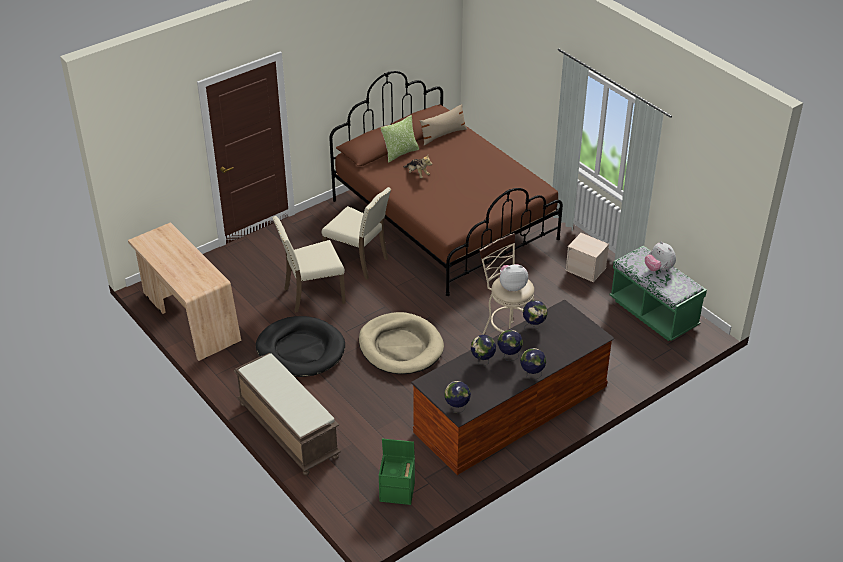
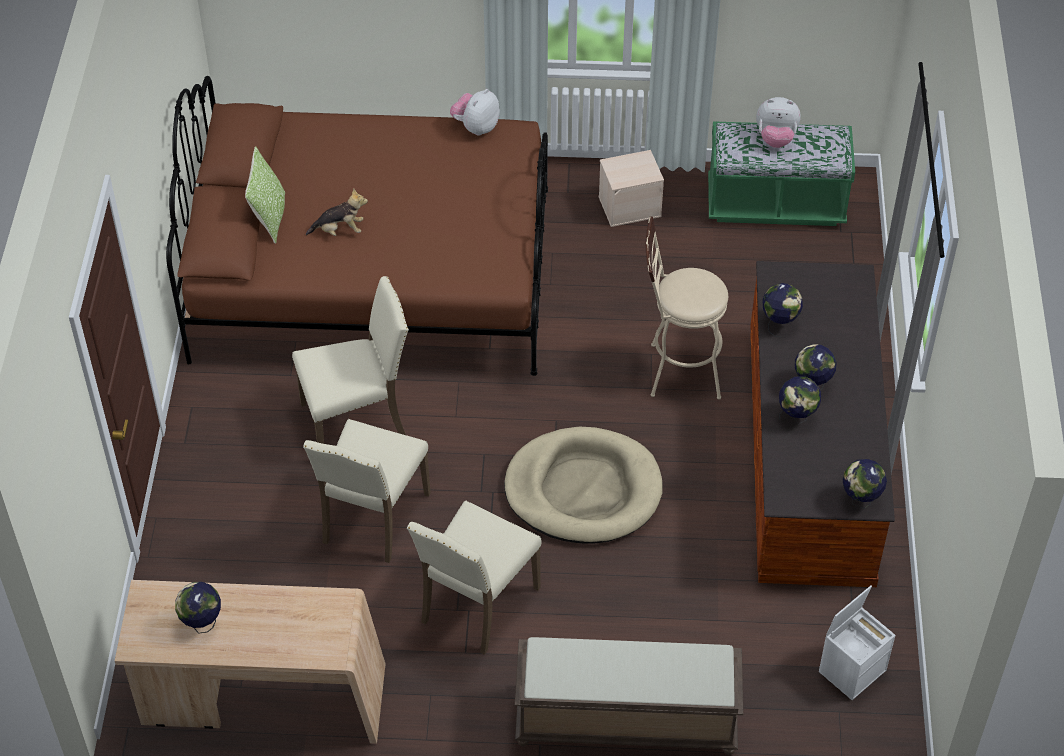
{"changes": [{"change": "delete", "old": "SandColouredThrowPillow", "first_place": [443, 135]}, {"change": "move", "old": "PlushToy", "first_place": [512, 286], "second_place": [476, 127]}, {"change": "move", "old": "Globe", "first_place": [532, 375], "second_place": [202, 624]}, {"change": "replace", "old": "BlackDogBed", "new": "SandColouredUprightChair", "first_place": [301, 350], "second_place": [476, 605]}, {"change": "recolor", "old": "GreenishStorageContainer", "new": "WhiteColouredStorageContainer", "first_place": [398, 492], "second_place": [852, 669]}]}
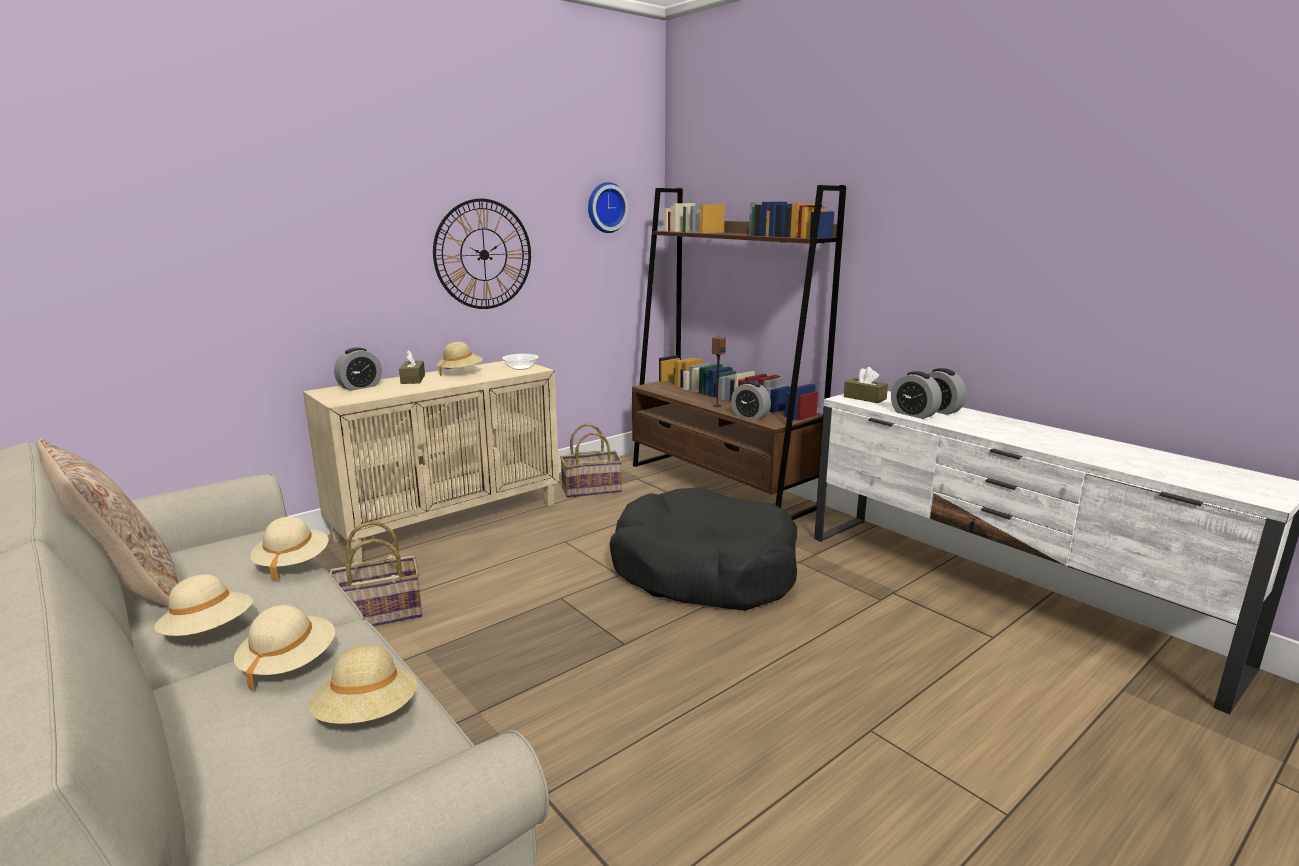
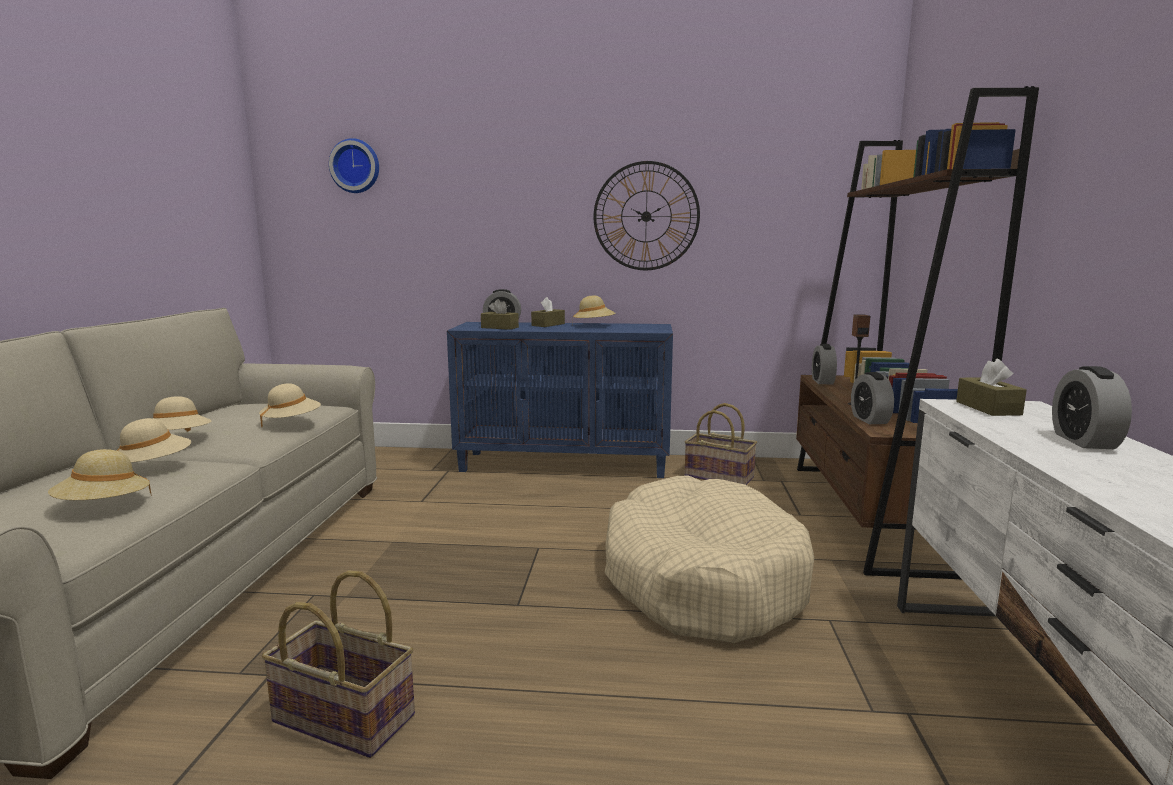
{"changes": [{"change": "delete", "old": "SandColouredThrowPillow", "first_place": [126, 593]}, {"change": "delete", "old": "Bowl", "first_place": [520, 368]}, {"change": "insert", "new": "BrownColouredBoxOfTissues", "second_place": [499, 327]}, {"change": "move", "old": "StorageBasket", "first_place": [378, 615], "second_place": [341, 719]}, {"change": "move", "old": "ClockOnTheWall", "first_place": [605, 207], "second_place": [356, 166]}, {"change": "move", "old": "AlarmClock", "first_place": [913, 414], "second_place": [822, 381]}, {"change": "recolor", "old": "SandColouredCabinet", "new": "BlueCabinet", "first_place": [449, 520], "second_place": [565, 464]}, {"change": "recolor", "old": "BlackDogBed", "new": "SandColouredDogBed", "first_place": [703, 570], "second_place": [701, 580]}]}
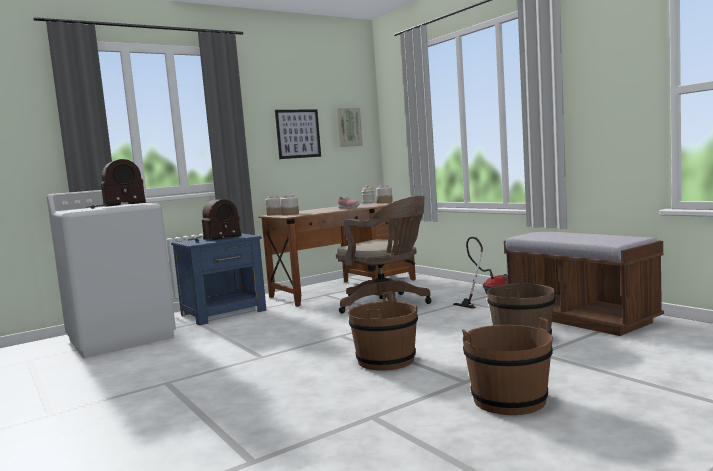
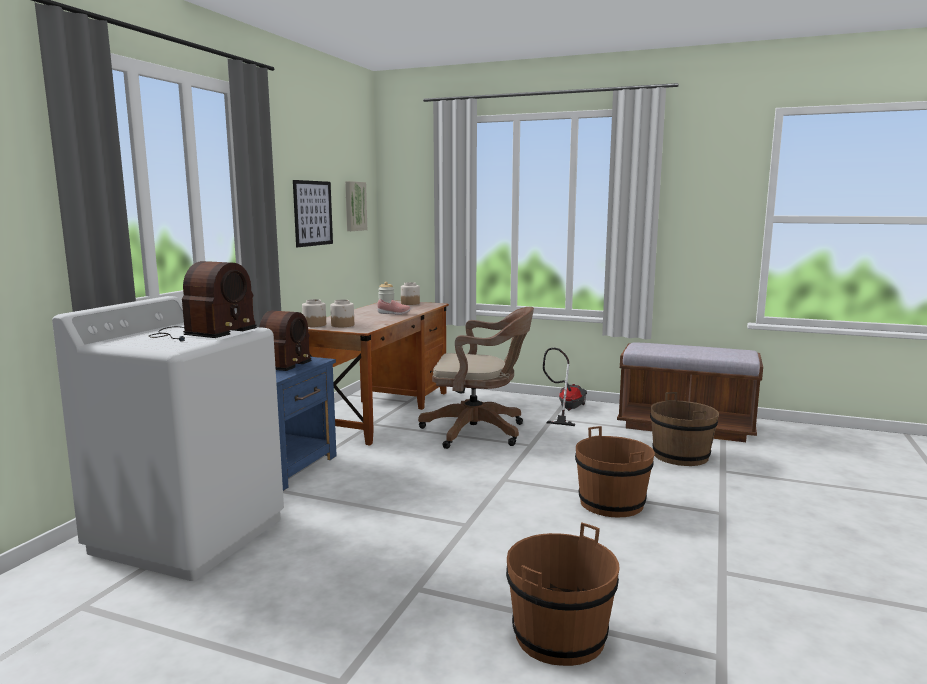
{"changes": [{"change": "move", "old": "BrownColouredWaterBucket", "first_place": [509, 400], "second_place": [559, 635]}]}
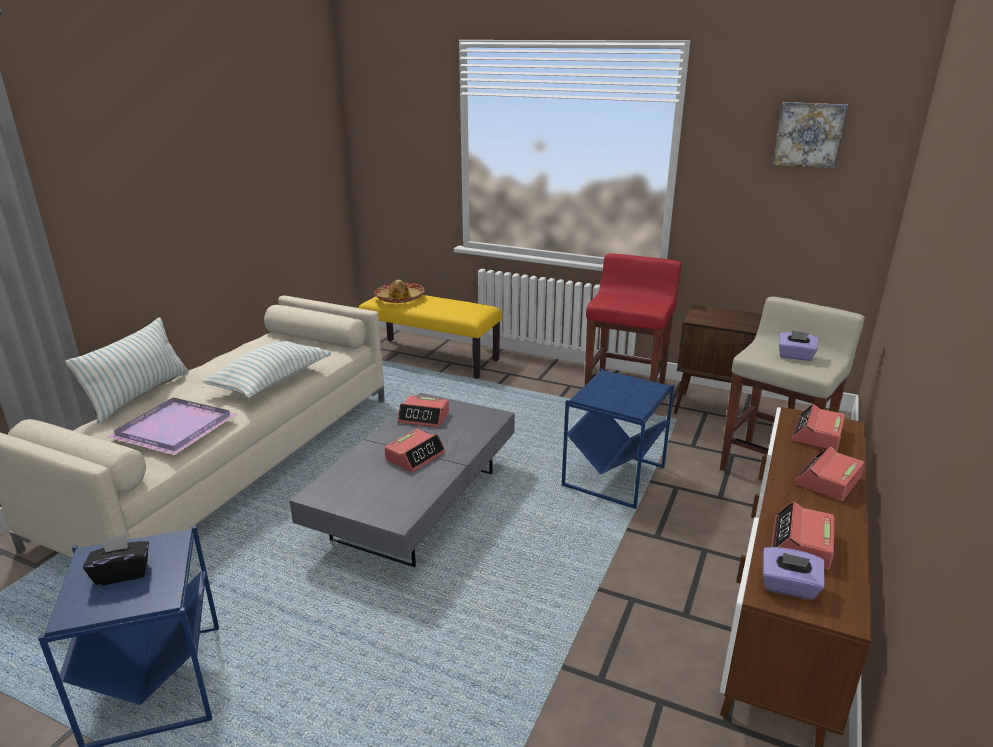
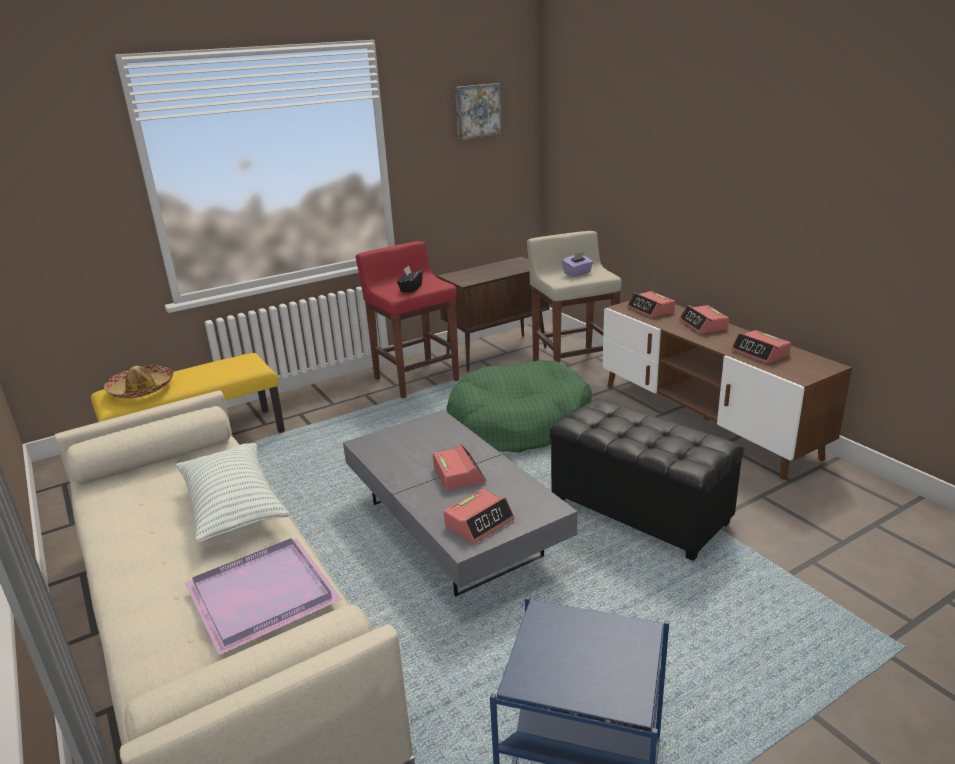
{"changes": [{"change": "delete", "old": "ThrowPillow", "first_place": [139, 395]}, {"change": "delete", "old": "PurpleColouredBoxOfTissues", "first_place": [788, 587]}, {"change": "insert", "new": "BlackOttoman", "second_place": [640, 511]}, {"change": "move", "old": "BlackBoxOfTissues", "first_place": [122, 573], "second_place": [410, 288]}, {"change": "move", "old": "AlarmClock", "first_place": [424, 417], "second_place": [479, 522]}, {"change": "replace", "old": "BlueEndTable", "new": "GreenishDogBed", "first_place": [615, 476], "second_place": [519, 424]}]}
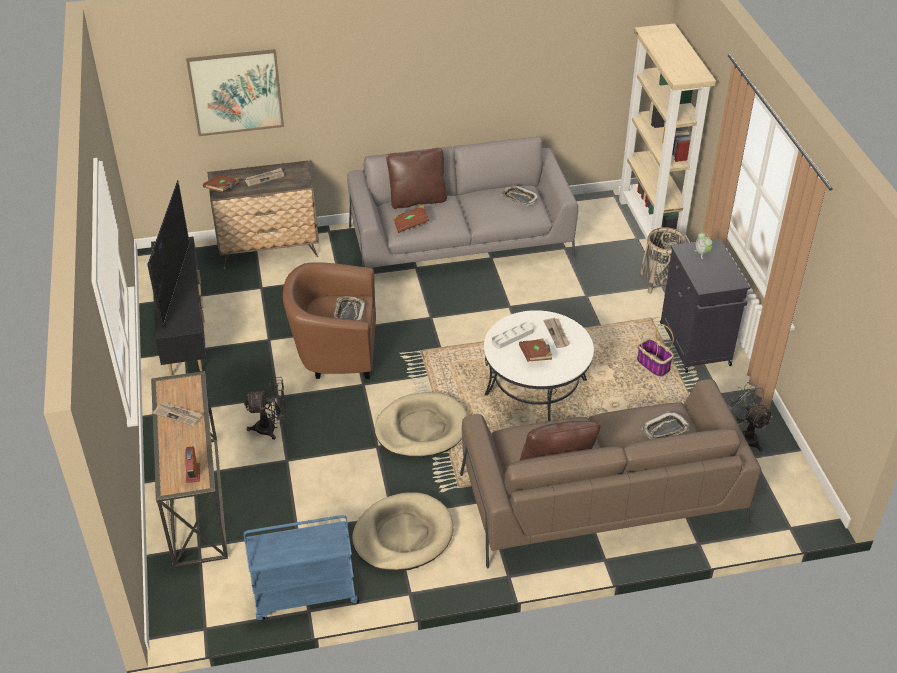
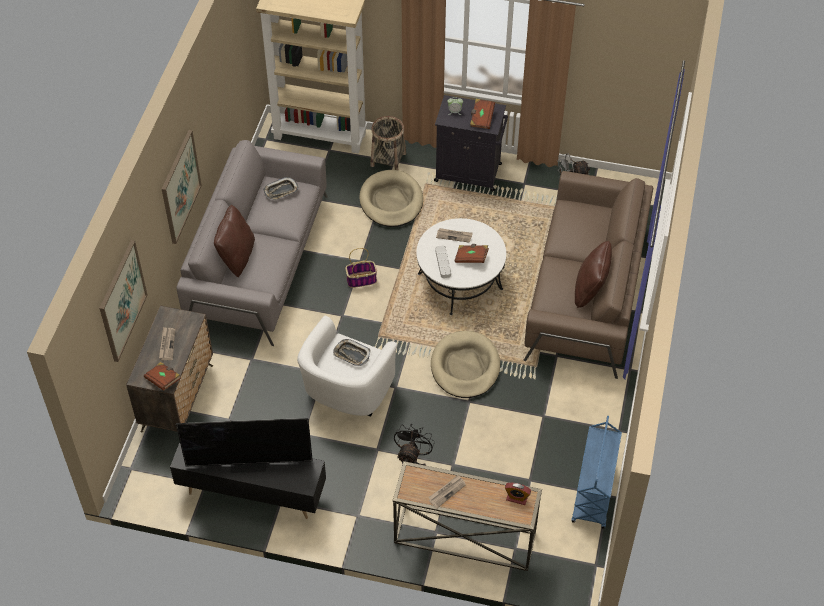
{"changes": [{"change": "delete", "old": "CarryingTray", "first_place": [665, 430]}, {"change": "insert", "new": "Picture", "second_place": [180, 186]}, {"change": "move", "old": "SandColouredDogBed", "first_place": [403, 535], "second_place": [391, 201]}, {"change": "move", "old": "BrownColouredVolume", "first_place": [410, 224], "second_place": [481, 118]}, {"change": "move", "old": "StorageBasket", "first_place": [654, 365], "second_place": [361, 279]}, {"change": "recolor", "old": "BrownColouredLoungeChair", "new": "WhiteColouredLoungeChair", "first_place": [335, 352], "second_place": [346, 393]}, {"change": "rotate", "old": "Tv", "first_place": [175, 286], "second_place": [249, 463], "degrees": 150}]}
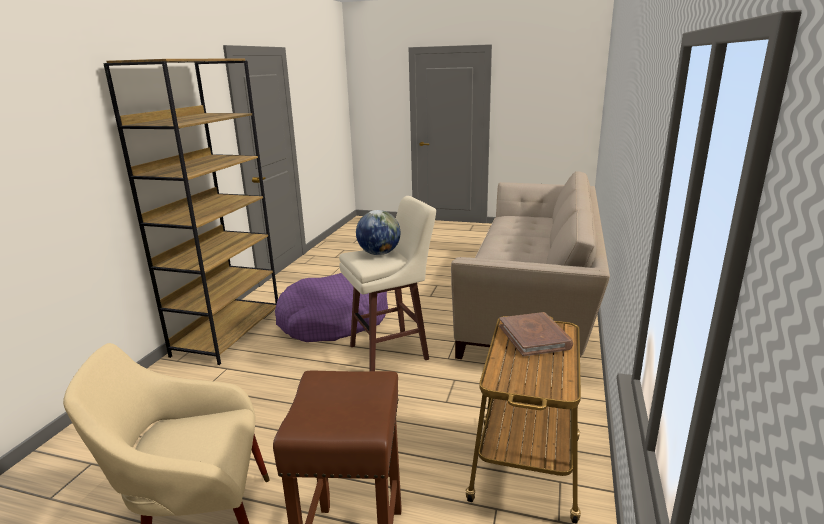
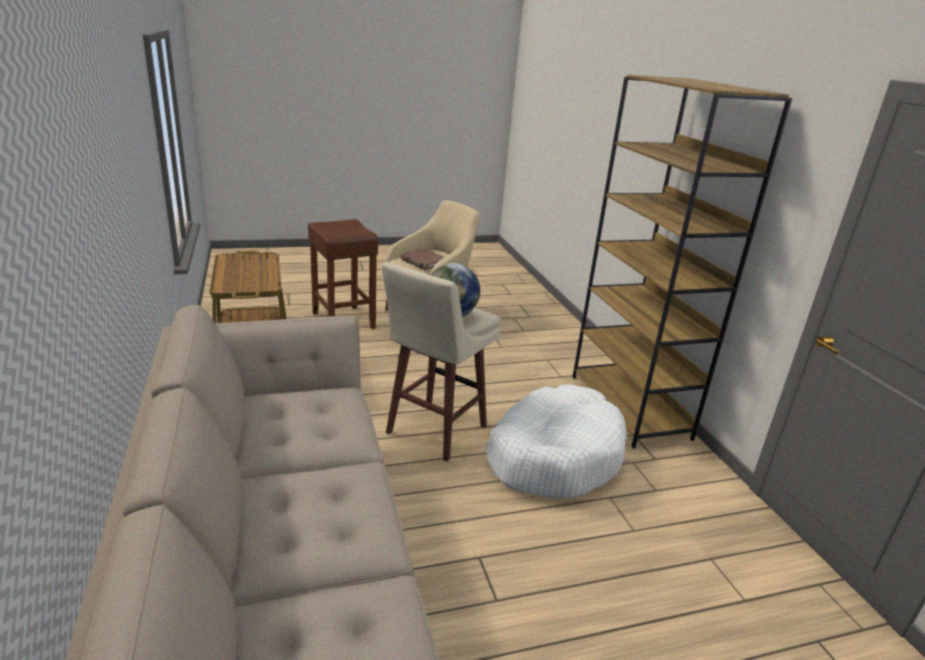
{"changes": [{"change": "move", "old": "BrownColouredVolume", "first_place": [534, 337], "second_place": [423, 261]}, {"change": "recolor", "old": "PurpleColouredDogBed", "new": "WhiteColouredDogBed", "first_place": [333, 320], "second_place": [554, 455]}]}
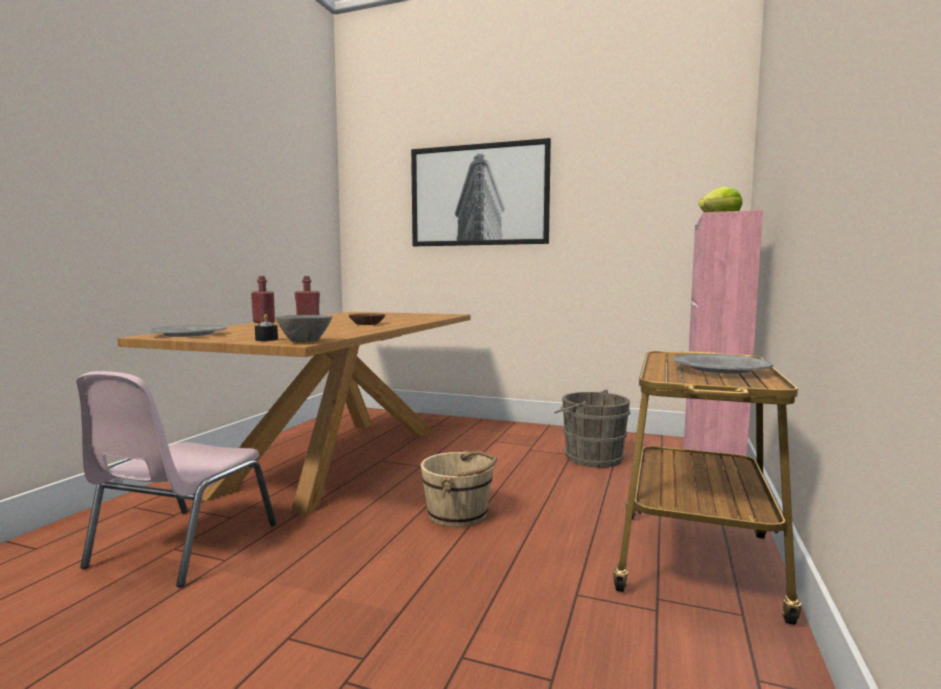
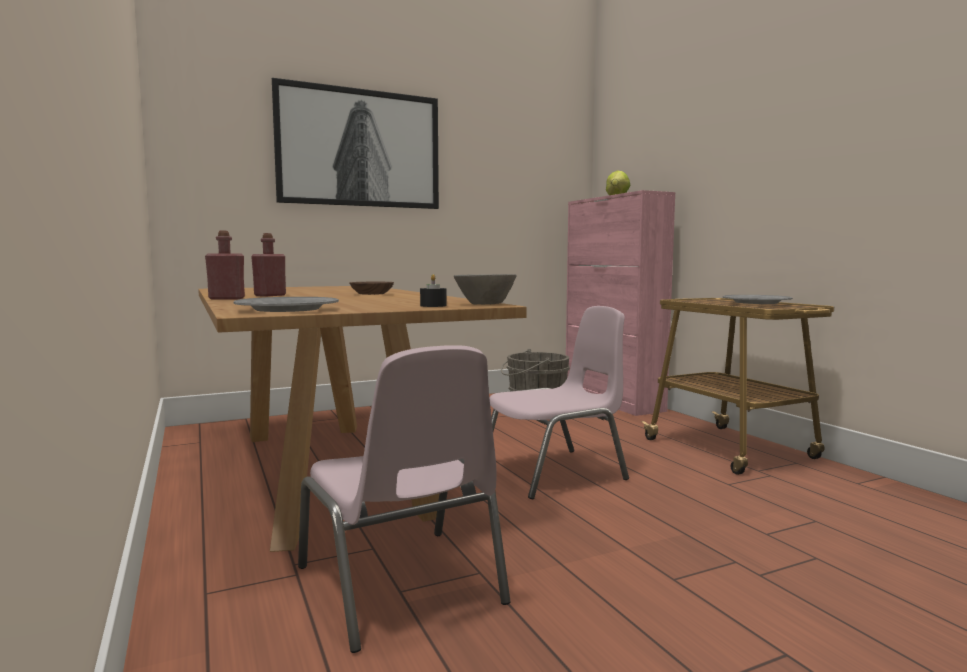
{"changes": [{"change": "replace", "old": "SandColouredWaterBucket", "new": "PinkColouredUprightChair", "first_place": [458, 514], "second_place": [555, 472]}]}
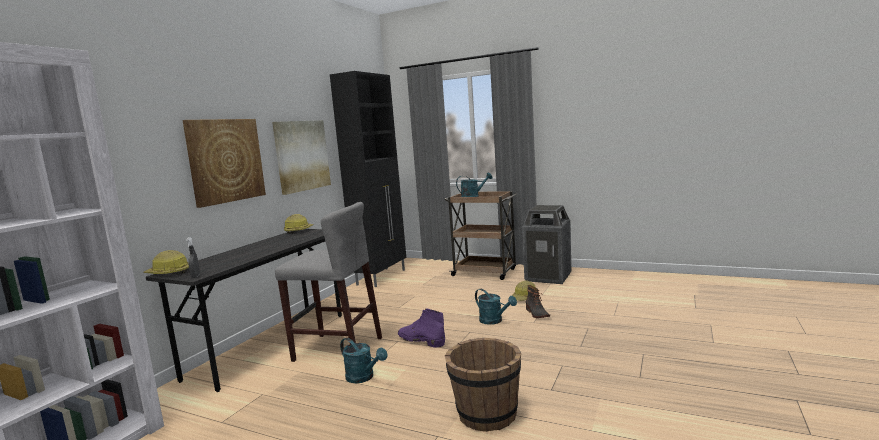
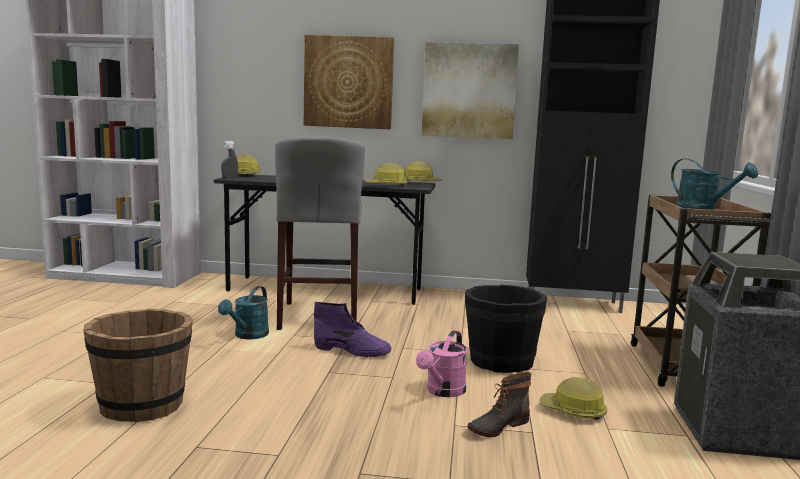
{"changes": [{"change": "insert", "new": "WorkHelmet", "second_place": [386, 186]}, {"change": "insert", "new": "BlackWaterBucket", "second_place": [500, 361]}, {"change": "recolor", "old": "TurquoiseWateringCan", "new": "PinkColouredWateringCan", "first_place": [494, 321], "second_place": [443, 392]}, {"change": "rotate", "old": "PurpleColouredHighTopBoot", "first_place": [420, 340], "second_place": [352, 351], "degrees": 90}]}
